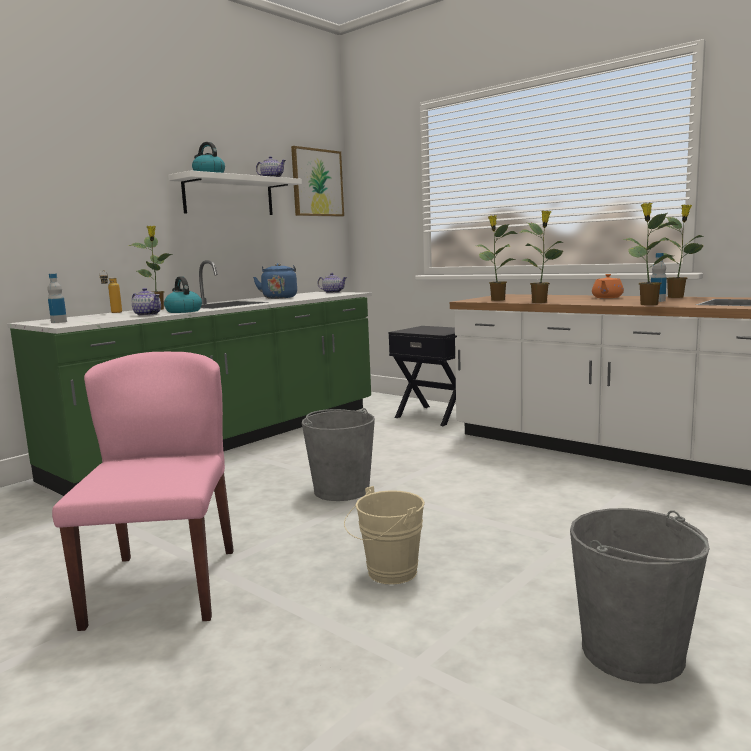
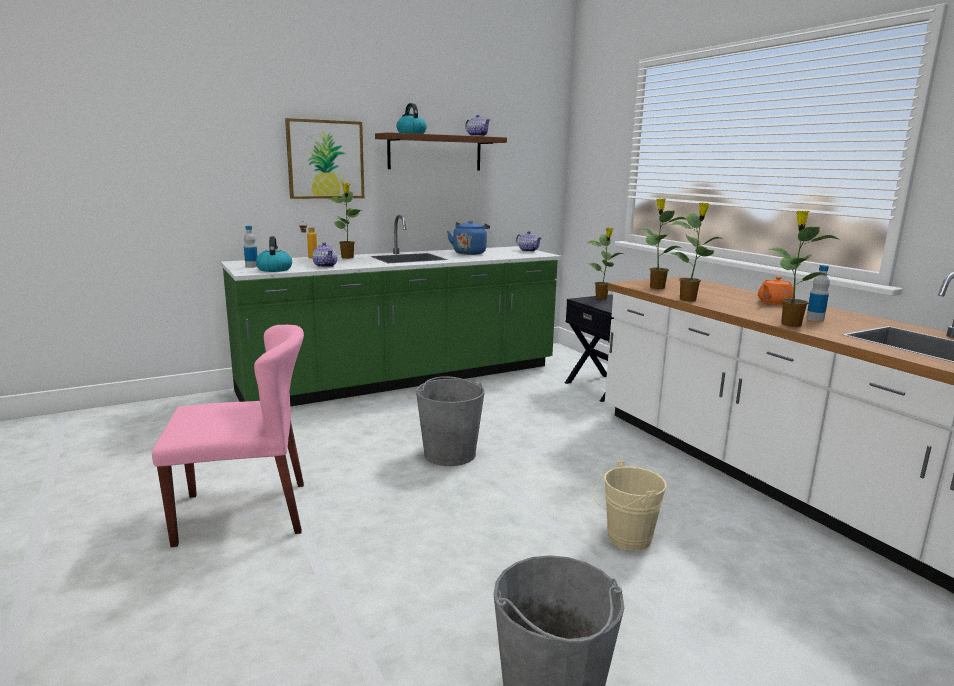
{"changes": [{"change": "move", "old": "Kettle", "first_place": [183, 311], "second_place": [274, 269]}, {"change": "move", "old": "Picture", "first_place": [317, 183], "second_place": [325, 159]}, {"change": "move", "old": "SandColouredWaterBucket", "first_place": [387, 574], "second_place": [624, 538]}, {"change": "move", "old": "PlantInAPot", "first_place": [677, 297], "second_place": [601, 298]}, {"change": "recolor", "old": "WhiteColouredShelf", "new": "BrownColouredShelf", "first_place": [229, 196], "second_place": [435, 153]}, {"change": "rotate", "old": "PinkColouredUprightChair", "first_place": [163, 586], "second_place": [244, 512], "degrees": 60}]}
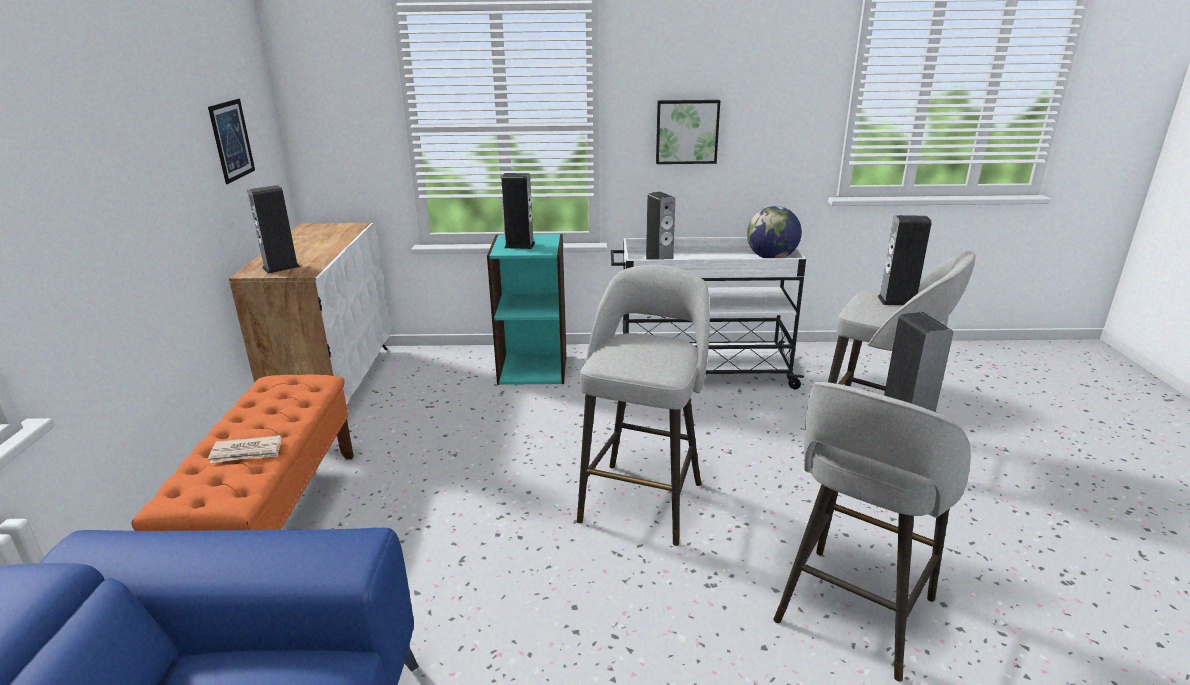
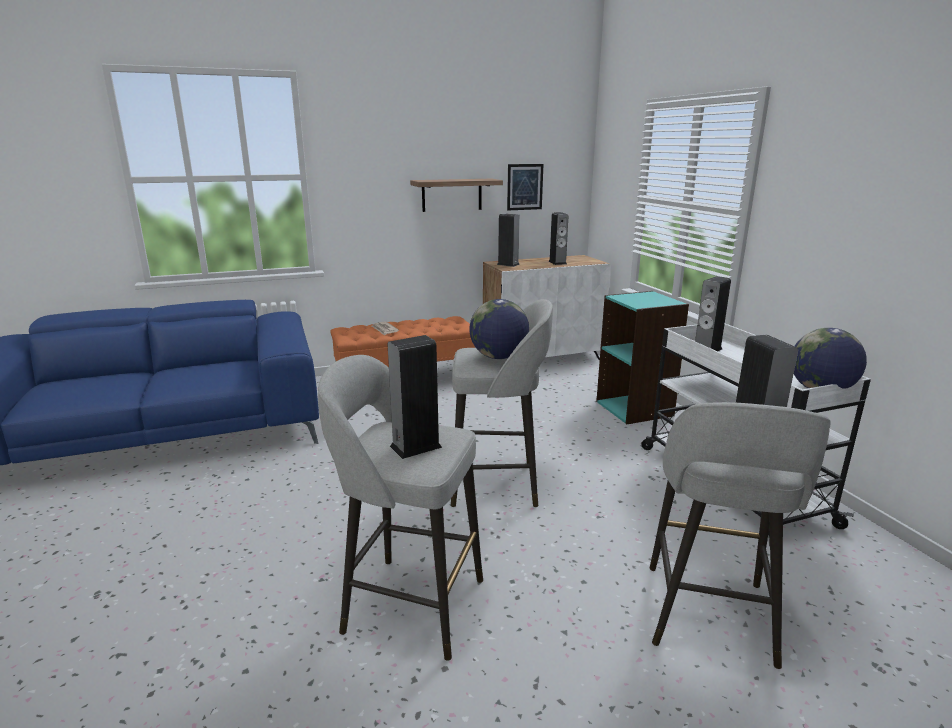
{"changes": [{"change": "delete", "old": "Picture", "first_place": [686, 131]}, {"change": "insert", "new": "Shelf", "second_place": [452, 195]}, {"change": "insert", "new": "Globe", "second_place": [499, 357]}, {"change": "move", "old": "Speaker", "first_place": [519, 245], "second_place": [557, 262]}]}
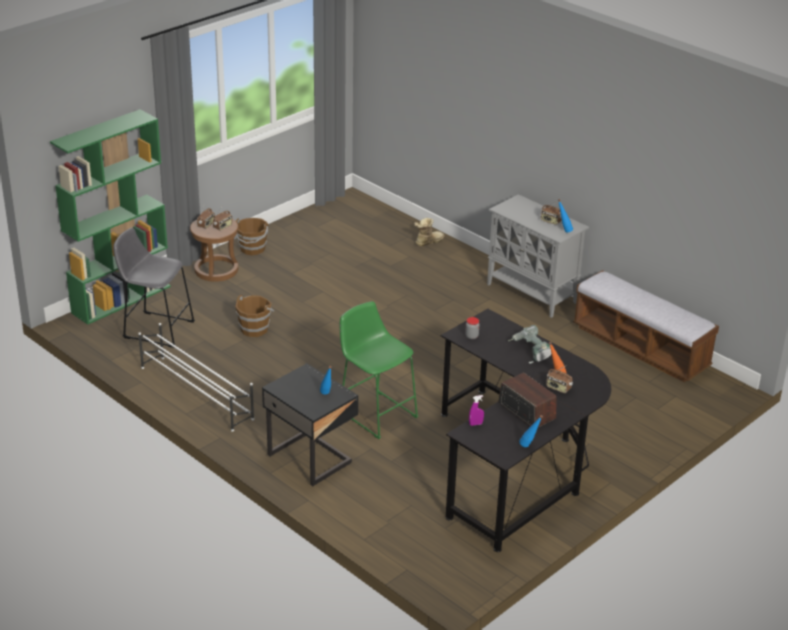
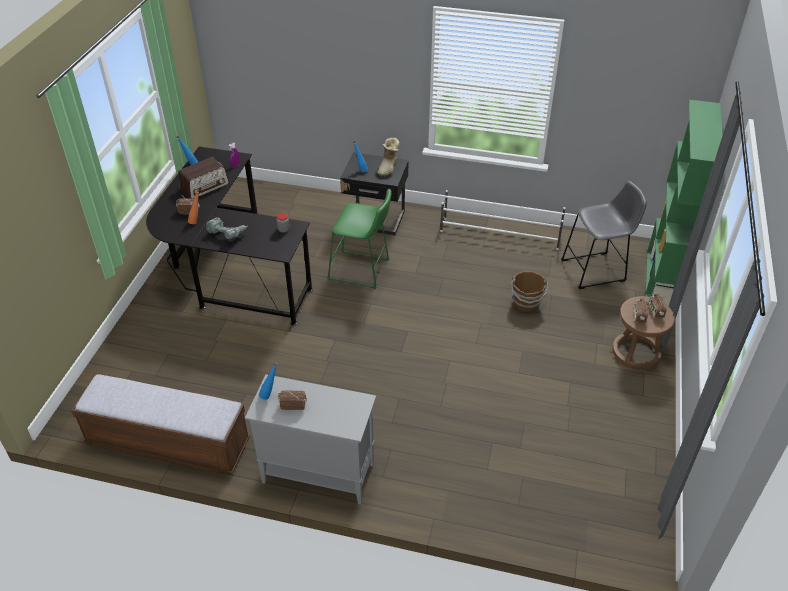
{"changes": [{"change": "delete", "old": "BrownColouredWaterBucket", "first_place": [252, 249]}, {"change": "move", "old": "HighTopBoot", "first_place": [427, 242], "second_place": [389, 167]}, {"change": "rotate", "old": "RadioSet", "first_place": [526, 411], "second_place": [205, 186], "degrees": -60}]}
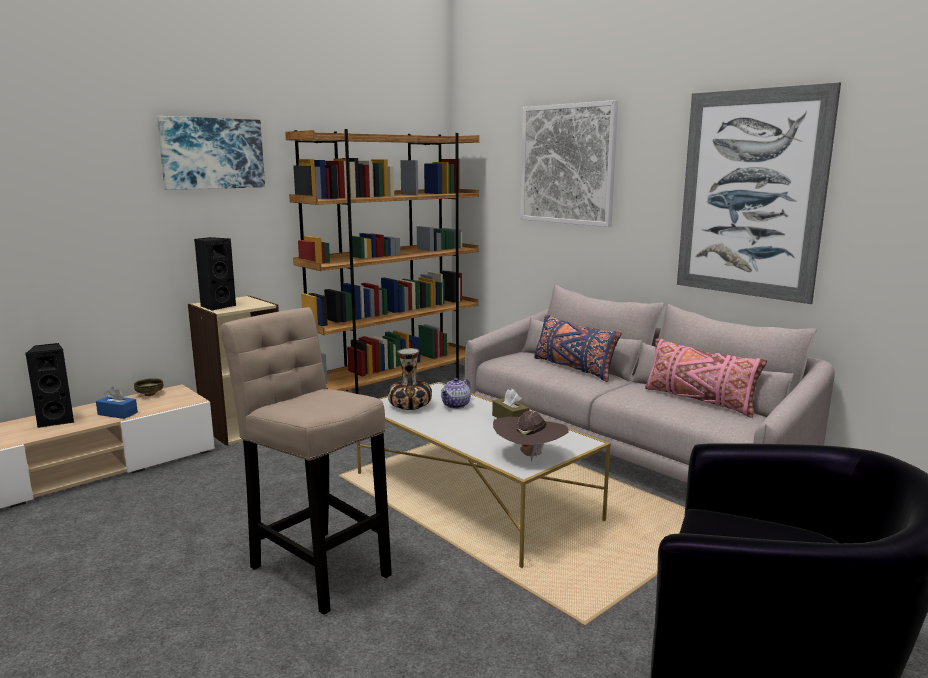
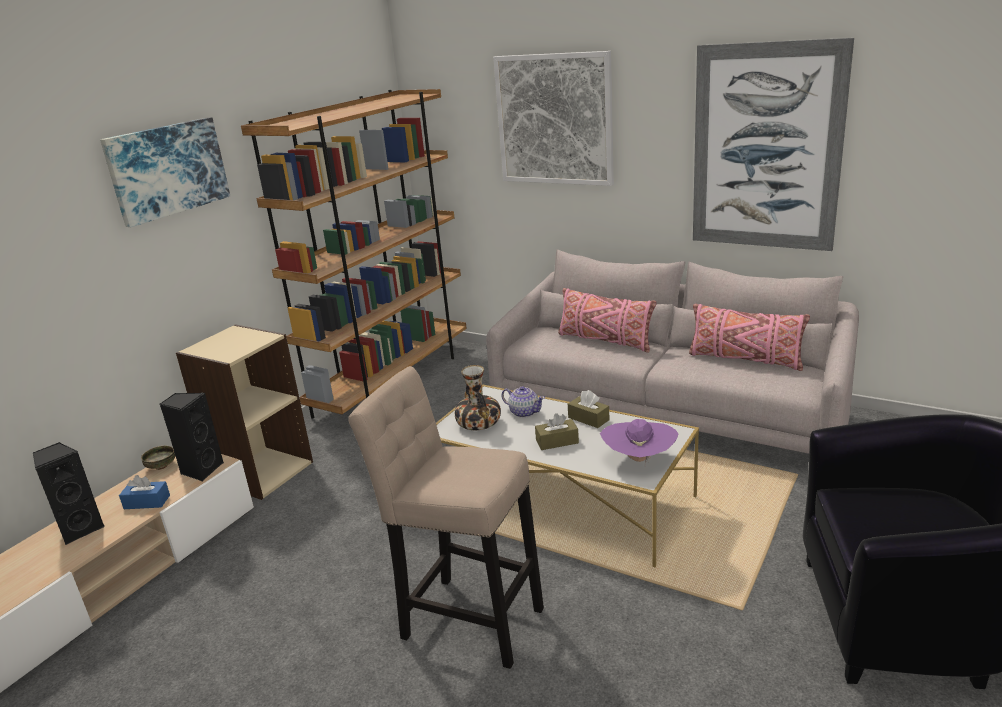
{"changes": [{"change": "insert", "new": "BrownColouredBoxOfTissues", "second_place": [557, 441]}, {"change": "move", "old": "BlackSpeaker", "first_place": [217, 306], "second_place": [201, 470]}, {"change": "recolor", "old": "BrownColouredClothingHat", "new": "PurpleColouredClothingHat", "first_place": [529, 456], "second_place": [639, 460]}, {"change": "recolor", "old": "BlueThrowPillow", "new": "PinkColouredThrowPillow", "first_place": [573, 368], "second_place": [605, 340]}, {"change": "rotate", "old": "Teapot", "first_place": [456, 405], "second_place": [524, 412], "degrees": -75}]}
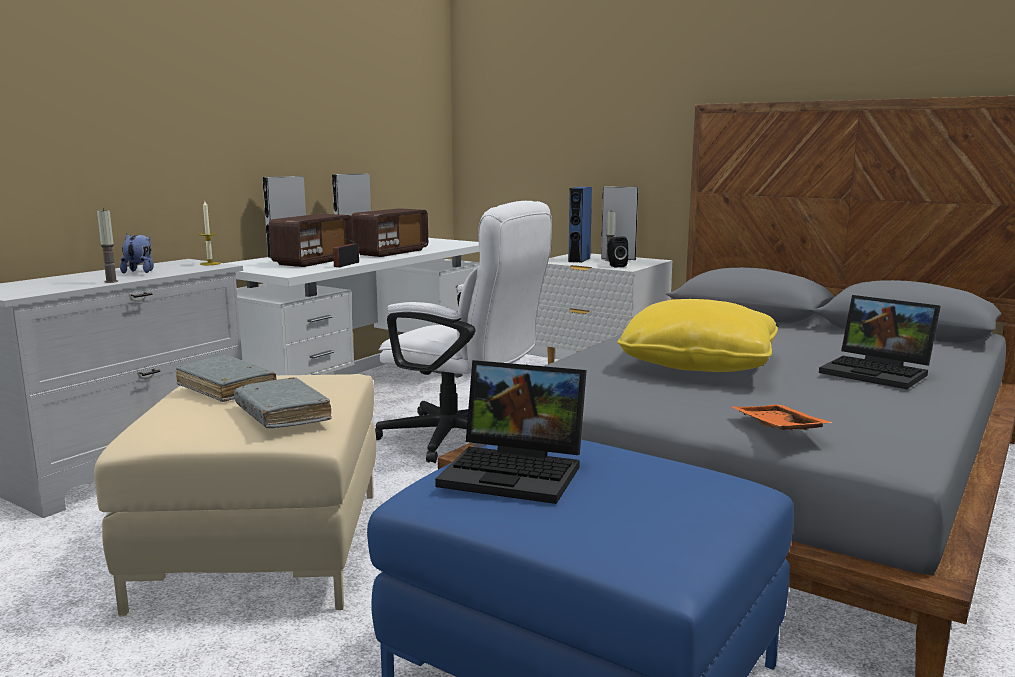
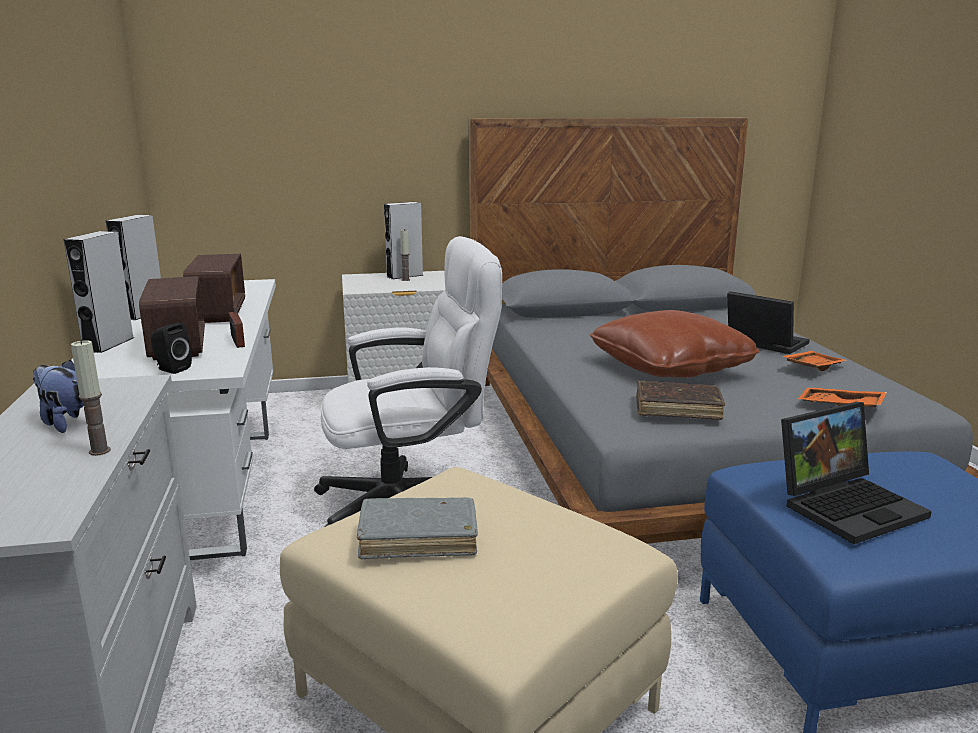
{"changes": [{"change": "delete", "old": "WaxLight", "first_place": [210, 264]}, {"change": "delete", "old": "GrayVolume", "first_place": [282, 414]}, {"change": "delete", "old": "BlueSpeaker", "first_place": [579, 260]}, {"change": "insert", "new": "BrownColouredVolume", "second_place": [678, 409]}, {"change": "insert", "new": "OrangeColouredCarryingTray", "second_place": [811, 367]}, {"change": "move", "old": "BlackSpeaker", "first_place": [615, 266], "second_place": [171, 369]}, {"change": "recolor", "old": "YellowThrowPillow", "new": "BrownColouredThrowPillow", "first_place": [698, 364], "second_place": [670, 368]}, {"change": "rotate", "old": "NotebookComputer", "first_place": [879, 372], "second_place": [762, 343], "degrees": -135}]}
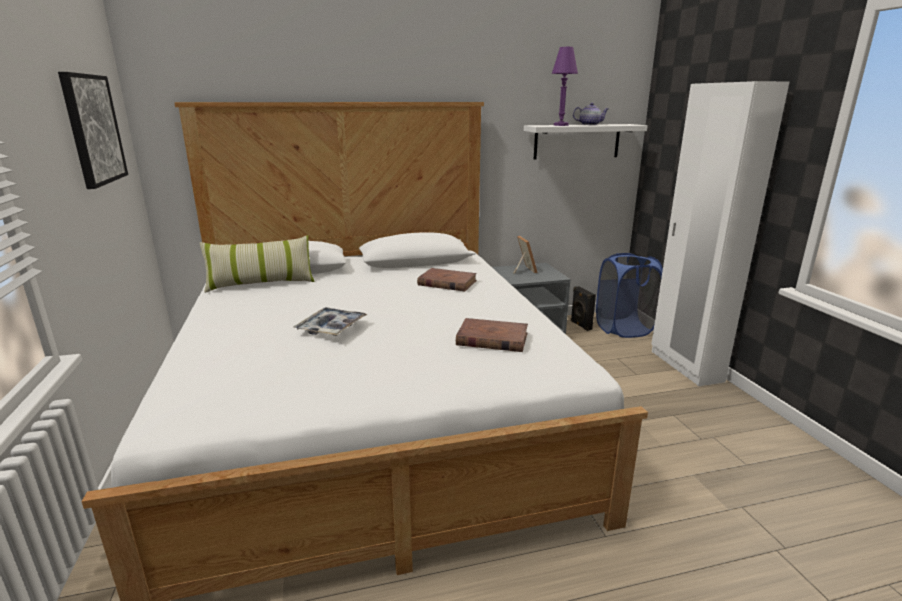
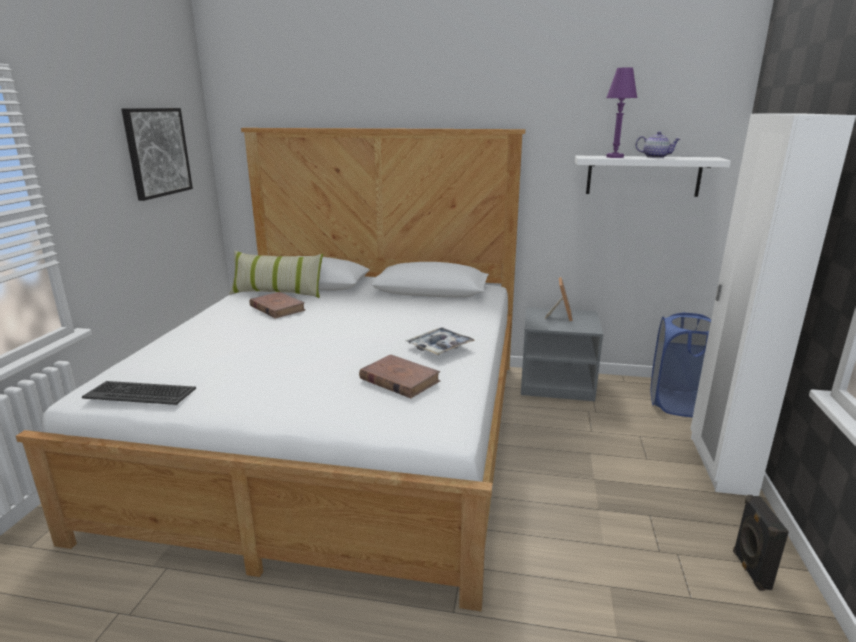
{"changes": [{"change": "insert", "new": "Keyboard", "second_place": [141, 393]}, {"change": "move", "old": "CarryingTray", "first_place": [331, 327], "second_place": [440, 347]}, {"change": "move", "old": "BrownColouredVolume", "first_place": [447, 283], "second_place": [277, 308]}, {"change": "move", "old": "BlackSpeaker", "first_place": [580, 325], "second_place": [750, 570]}]}
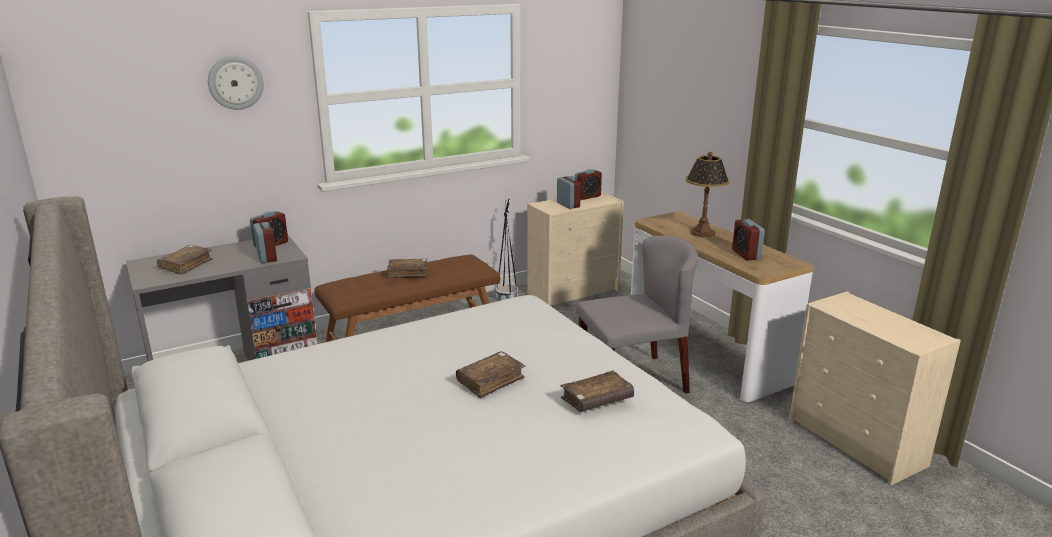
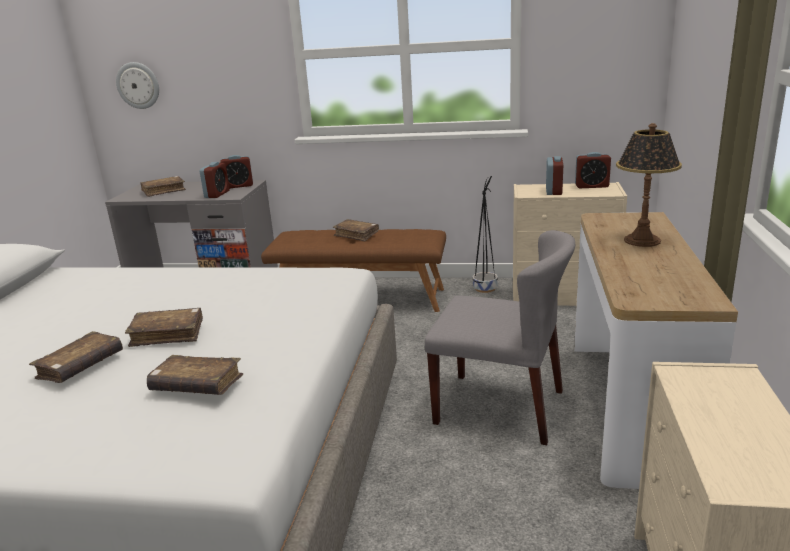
{"changes": [{"change": "delete", "old": "AlarmClock", "first_place": [746, 255]}, {"change": "insert", "new": "BrownColouredVolume", "second_place": [80, 366]}, {"change": "move", "old": "ClockOnTheWall", "first_place": [235, 82], "second_place": [138, 85]}]}
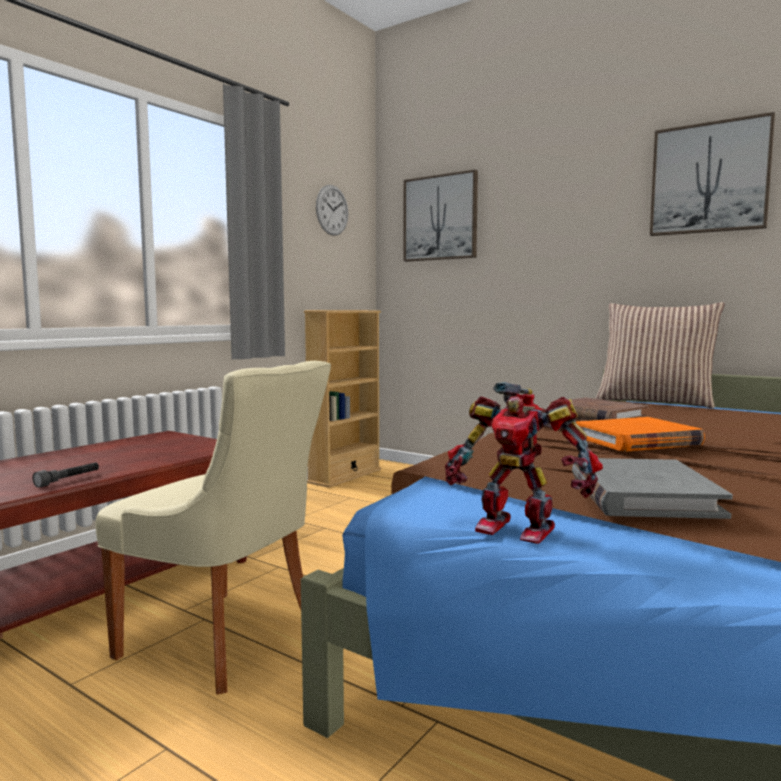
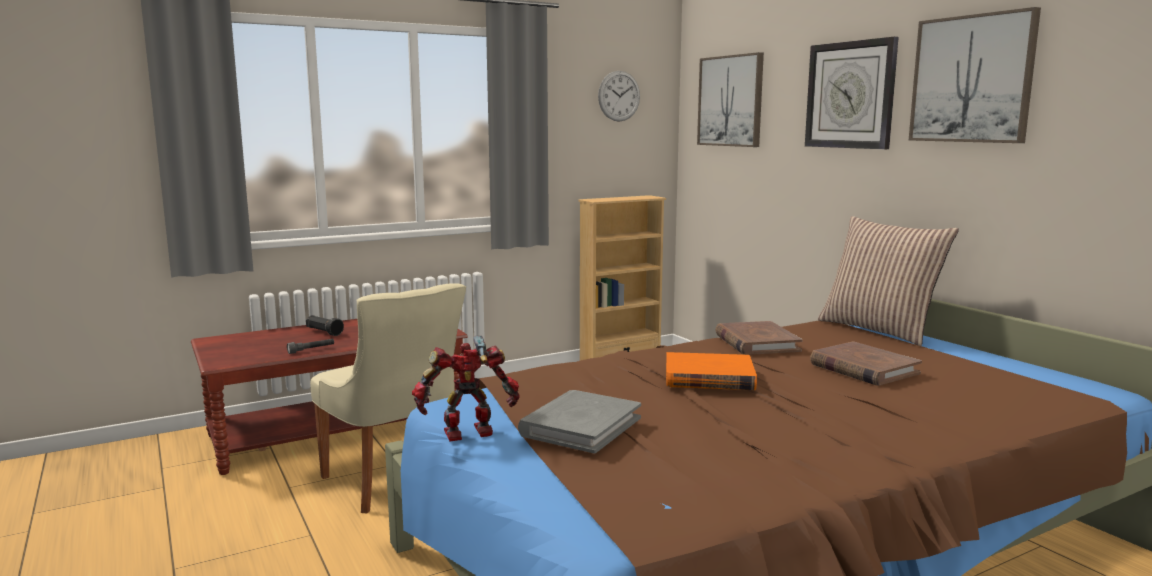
{"changes": [{"change": "insert", "new": "BlackHandTorch", "second_place": [324, 332]}, {"change": "insert", "new": "ClockOnTheWall", "second_place": [850, 95]}, {"change": "insert", "new": "BrownColouredVolume", "second_place": [863, 368]}, {"change": "rotate", "old": "RobotFigure", "first_place": [516, 528], "second_place": [469, 434], "degrees": 105}]}
